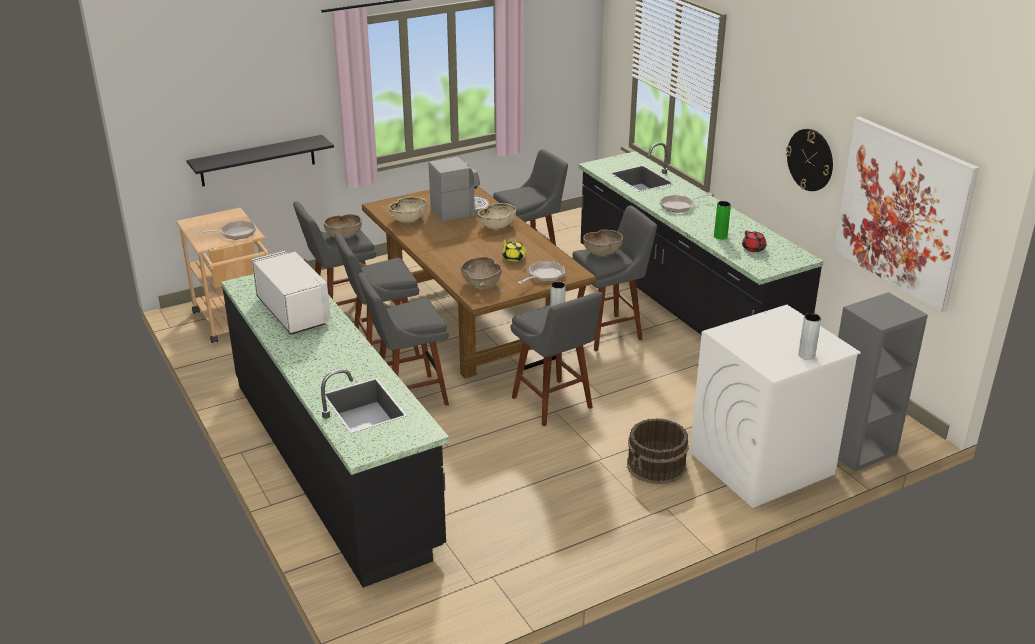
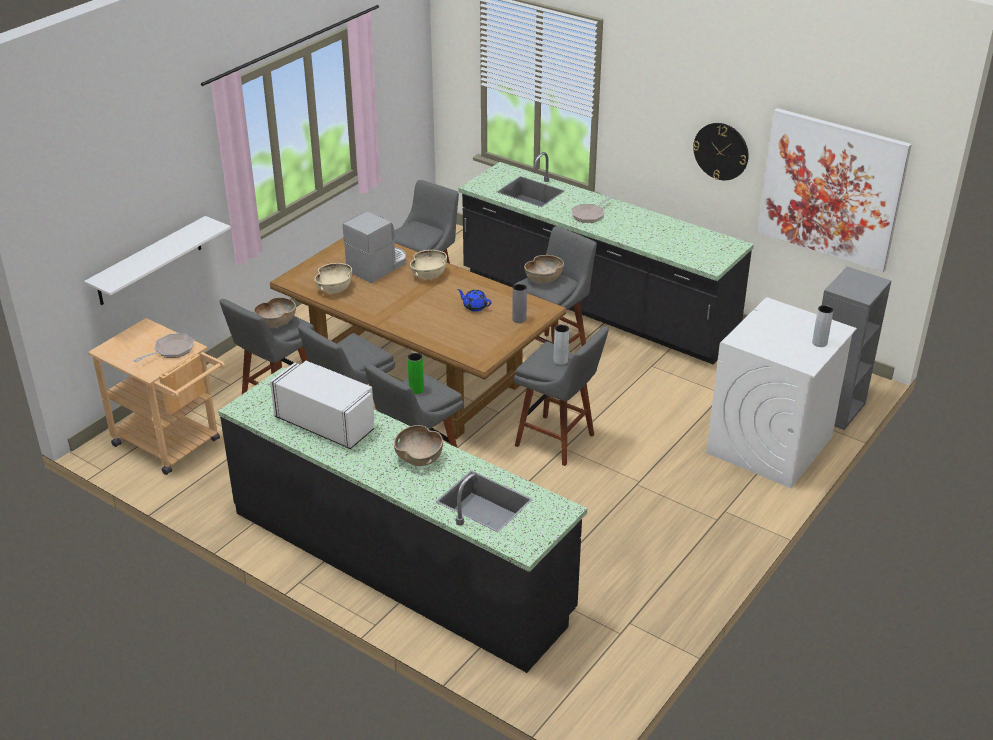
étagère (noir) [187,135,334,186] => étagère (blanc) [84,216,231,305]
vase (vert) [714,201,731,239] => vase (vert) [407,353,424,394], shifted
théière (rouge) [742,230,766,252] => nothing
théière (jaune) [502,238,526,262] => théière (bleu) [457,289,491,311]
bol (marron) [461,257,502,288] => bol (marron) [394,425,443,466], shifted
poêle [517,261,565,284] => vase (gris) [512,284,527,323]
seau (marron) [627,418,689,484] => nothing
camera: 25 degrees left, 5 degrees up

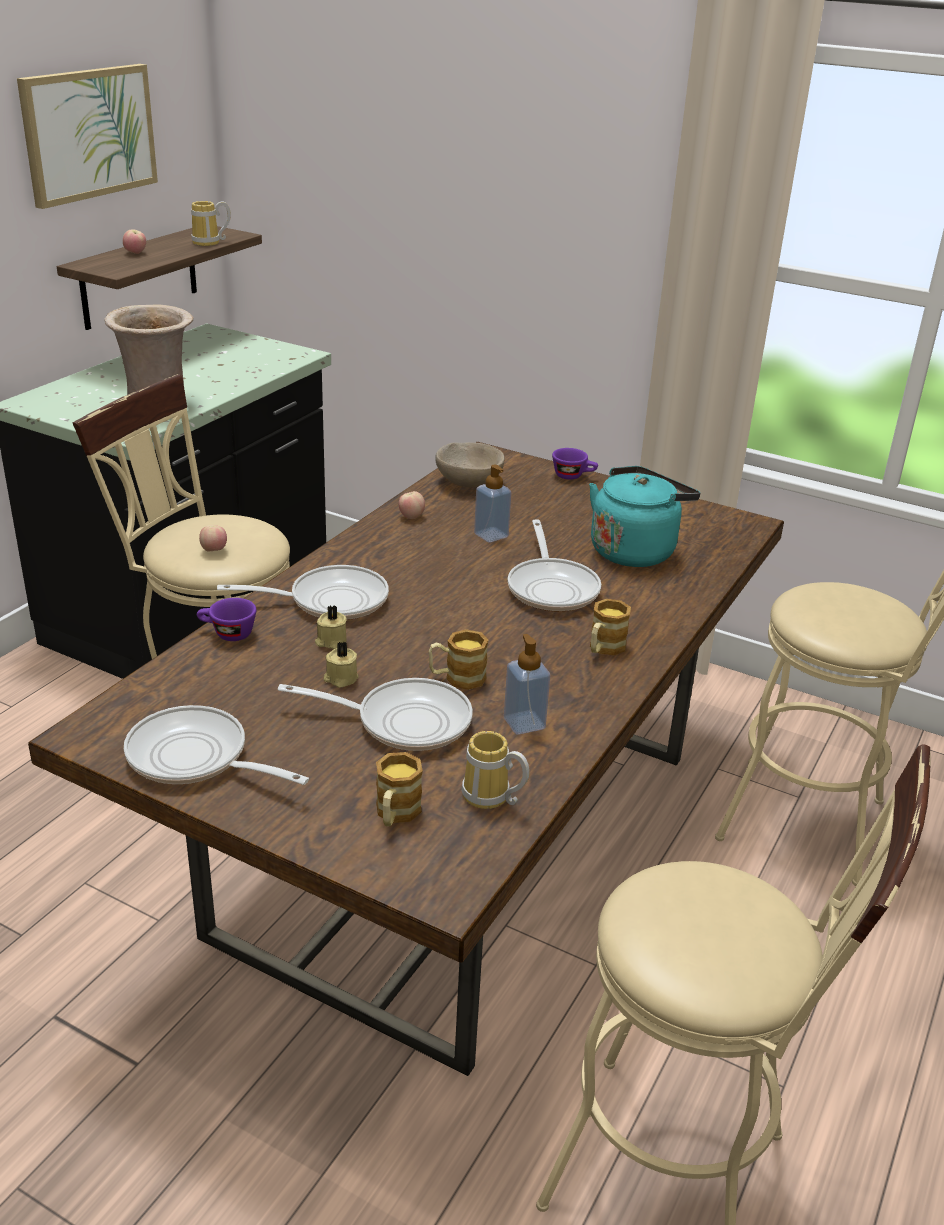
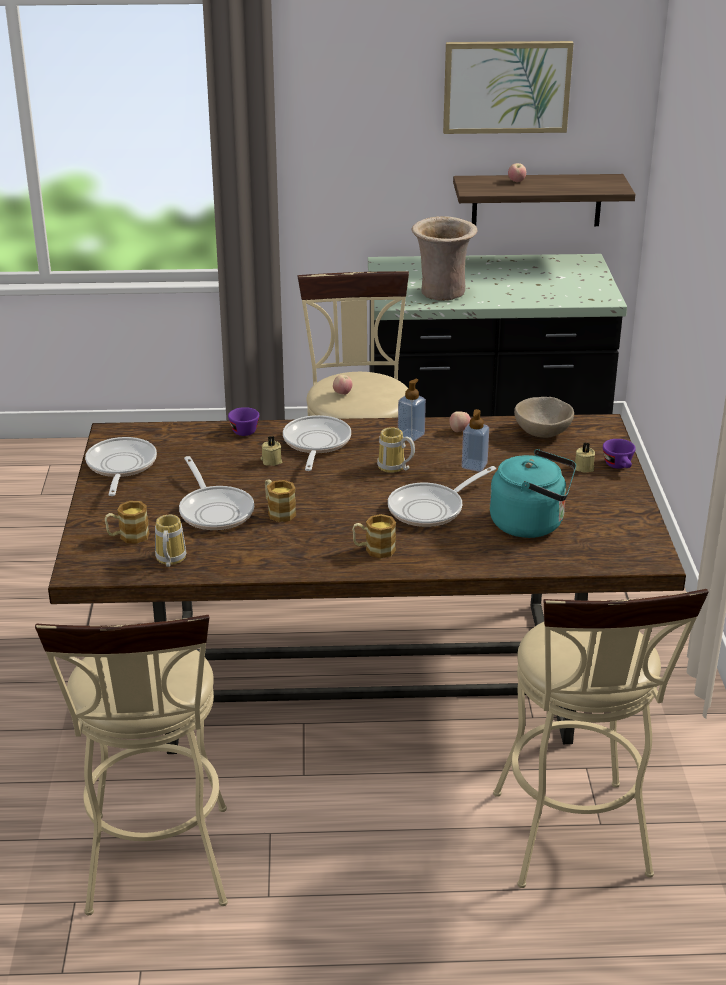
mug [191,201,231,246] => mug [377,427,415,473], shifted
poêle [217,565,389,620] => poêle [283,415,351,471], 135 degrees counterclockwise
distributeur de savon [504,634,550,734] => distributeur de savon [398,379,426,441], shifted
bougie (beige) [324,641,359,688] => bougie (beige) [574,442,595,473], shifted
camera: 60 degrees right, 0 degrees up

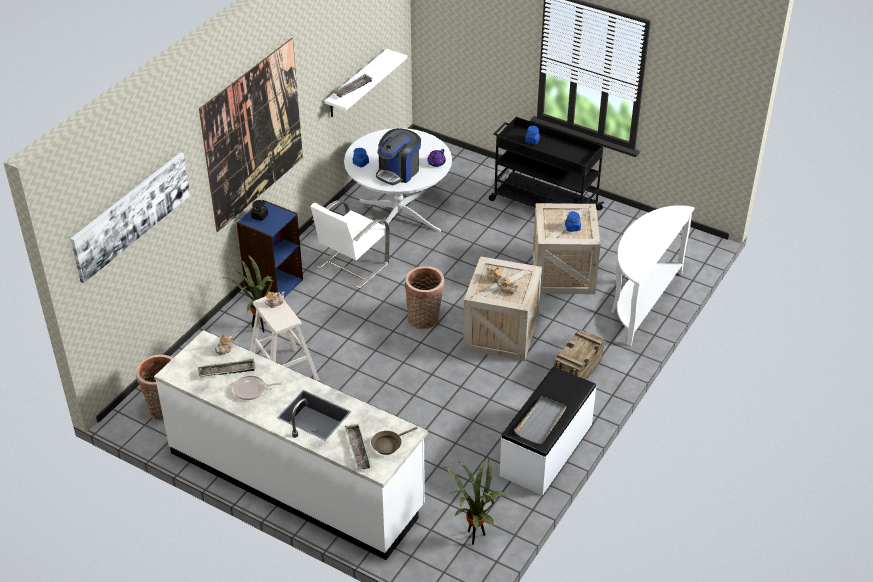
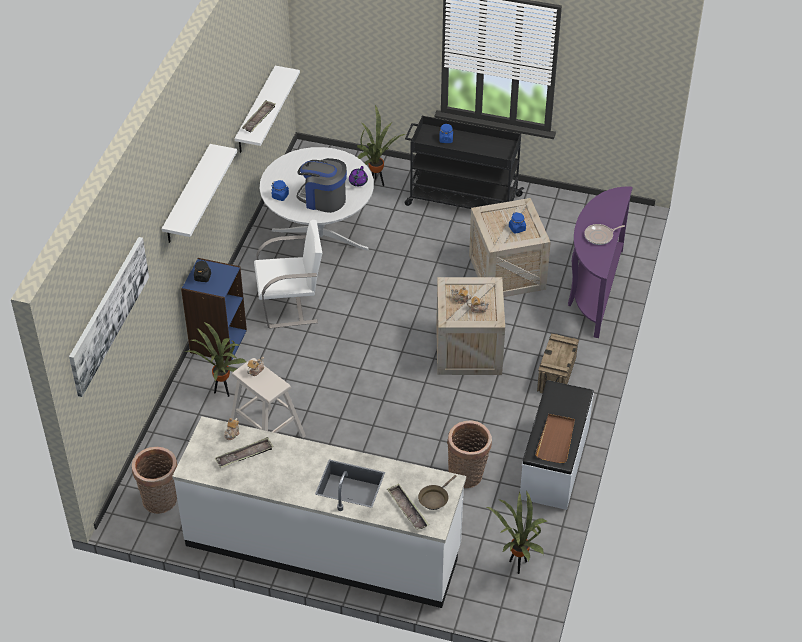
tableau [199,38,303,232] => étagère (blanc) [162,144,237,243]
machine à café [376,128,421,185] => machine à café [297,158,347,213], 90 degrees clockwise
chaise (blanc) [310,200,390,288] => chaise (blanc) [254,220,323,328], 120 degrees counterclockwise
table console (blanc) [611,205,695,346] => table console (violet) [568,187,633,338]
panier [405,266,444,329] => panier [447,420,492,488], shifted
poêle [233,375,282,400] => poêle [584,224,625,245], shifted
plateau (gris) [514,396,566,444] => plateau (marron) [535,414,575,463]
nothing => plante en pot [357,105,405,186]
camera: 15 degrees left, 5 degrees up

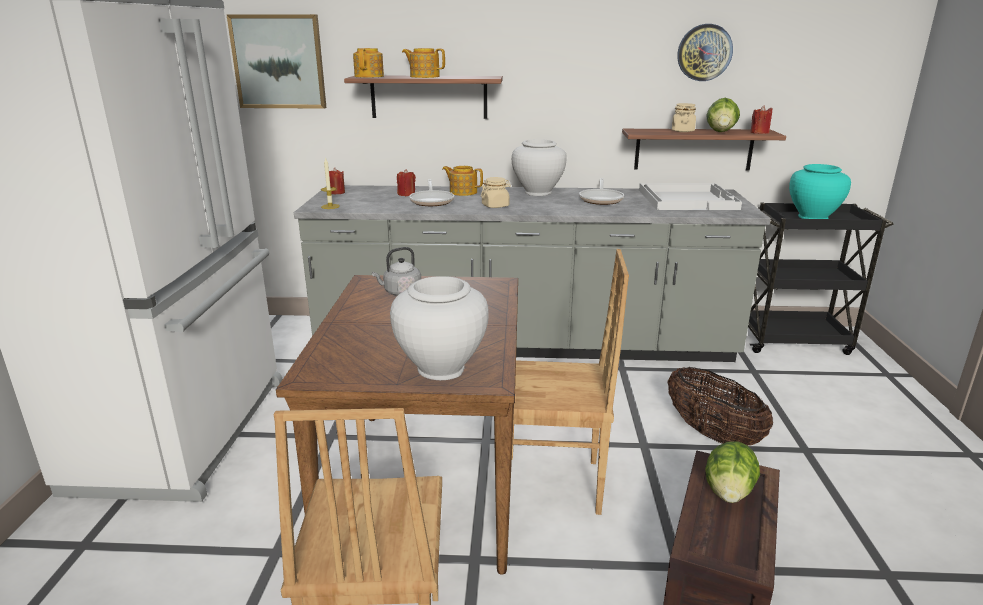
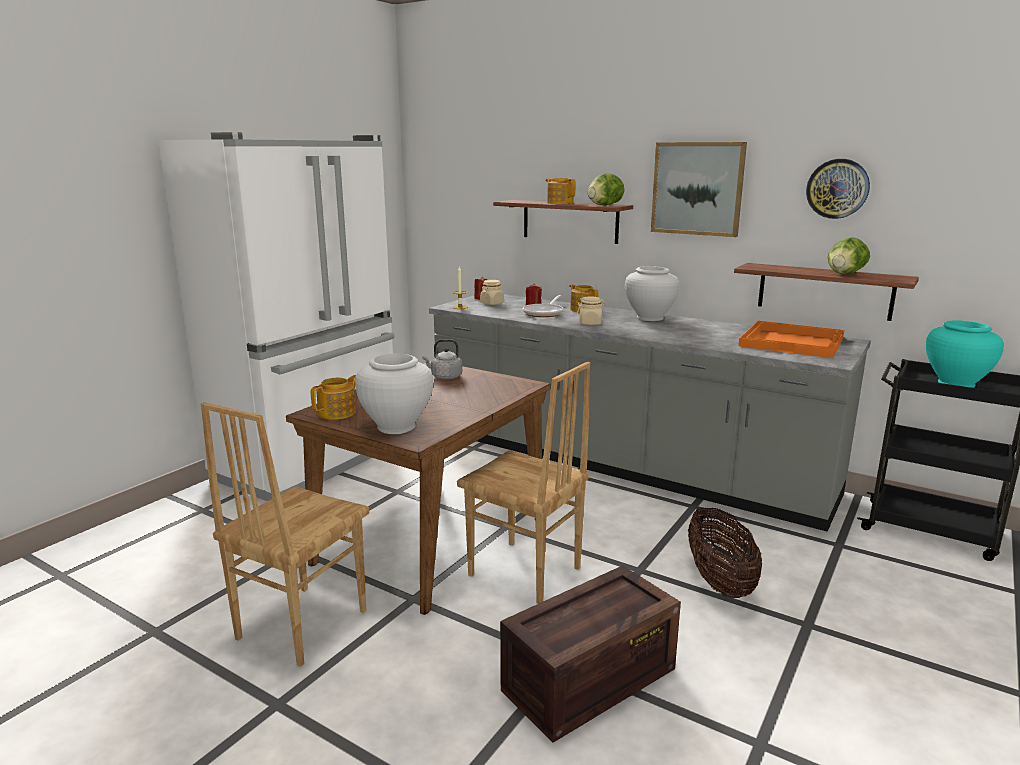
tableau [226,14,327,109] => tableau [651,142,747,237], shifted
théière [353,48,384,78] => théière [311,375,356,420], shifted
bocal (beige) [672,103,696,132] => bocal (beige) [480,280,504,305], shifted
bougie (rouge) [750,105,772,134] => nothing
poêle [579,178,624,205] => nothing
plateau (blanc) [639,183,742,210] => plateau (orange) [738,321,844,358]
laitue [705,441,760,503] => laitue [588,173,624,205], shifted
camera: 30 degrees right, 5 degrees down

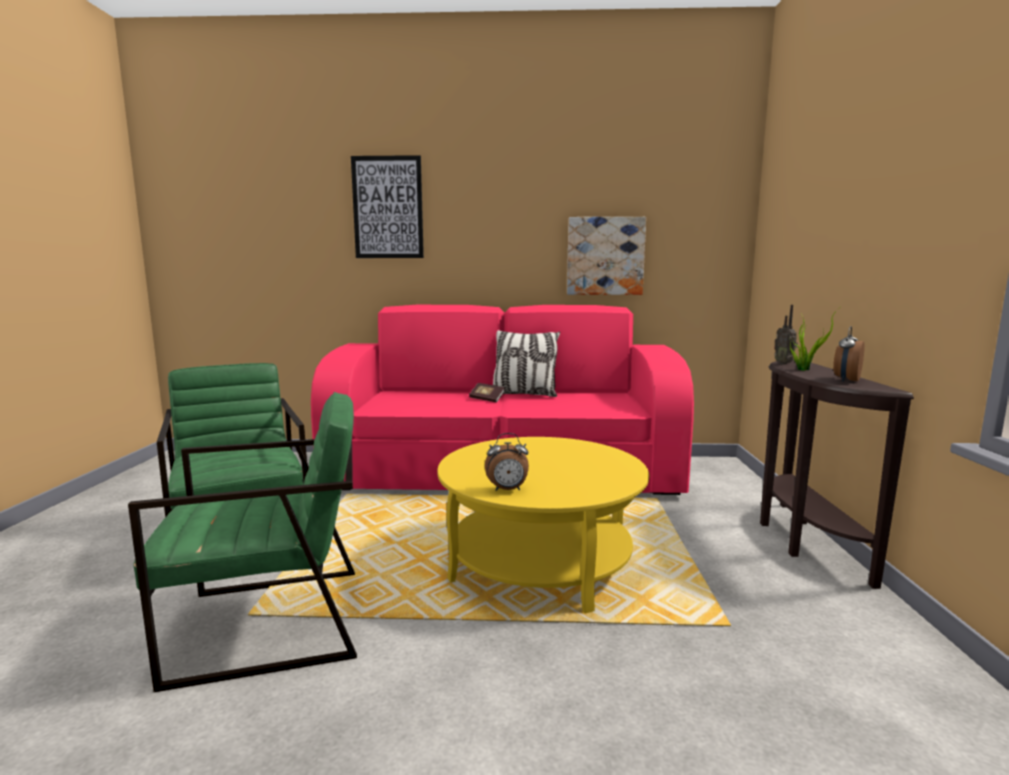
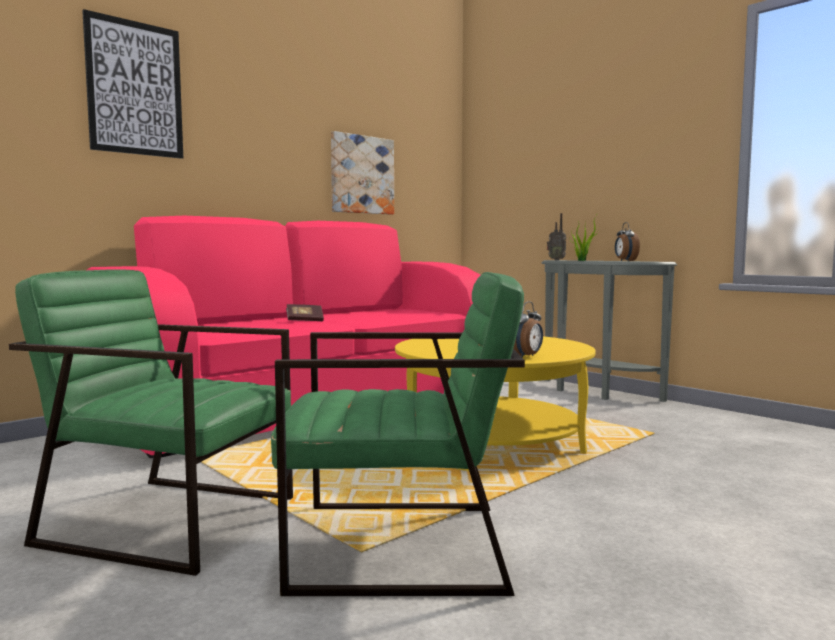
coussin [493,330,560,397] => nothing
table console (marron) [760,360,914,589] => table console (gris) [542,260,677,402]
fauteuil (vert) [128,392,357,692] => fauteuil (vert) [271,272,525,596], 60 degrees clockwise
camera: 45 degrees left, 5 degrees down

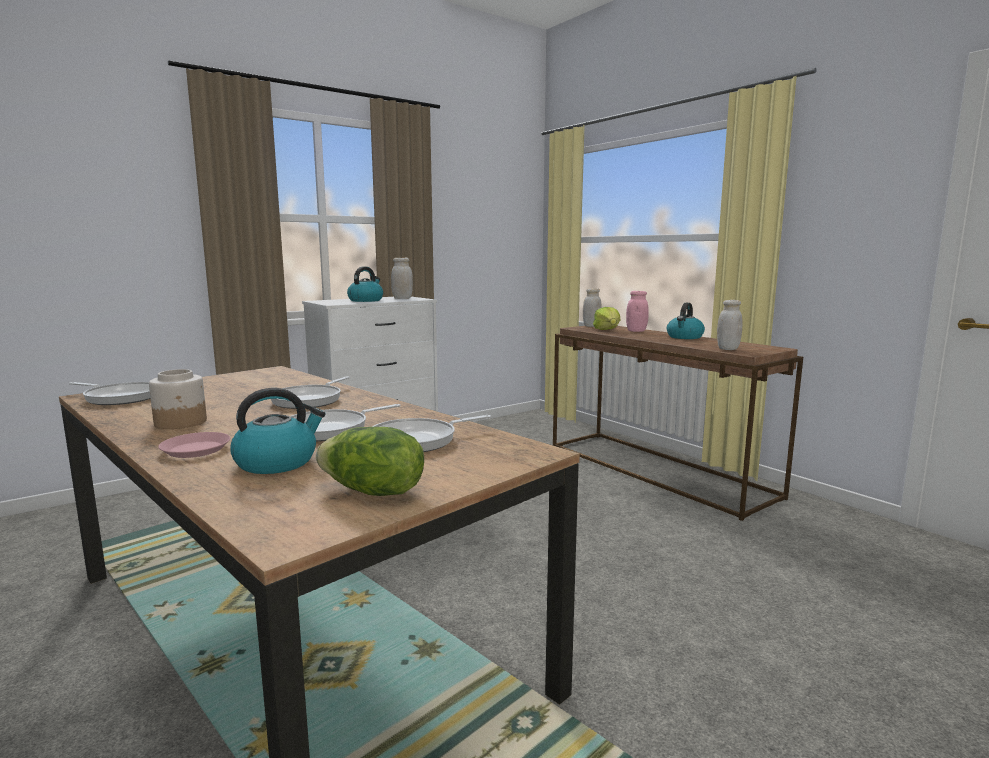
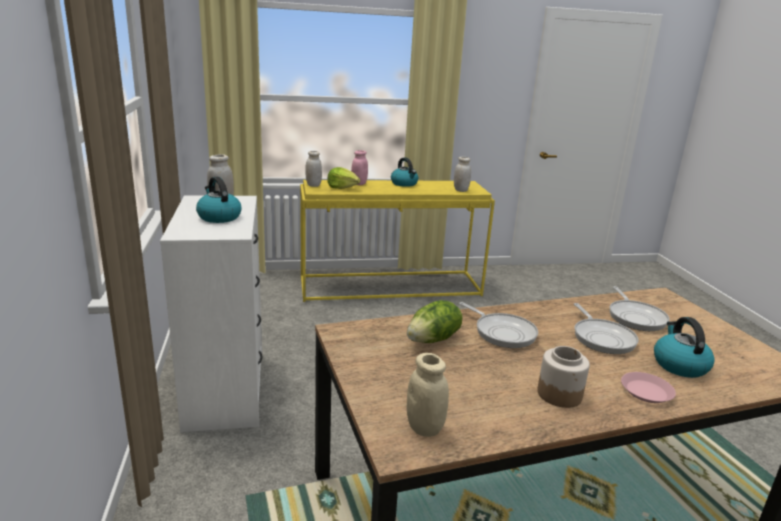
table console (marron) [553,326,803,521] => table console (jaune) [300,180,495,302]
poêle [69,382,151,405] => bocal (beige) [407,353,449,437]
laitue [316,427,424,496] => laitue [407,300,463,343], shifted
camera: 65 degrees left, 10 degrees up

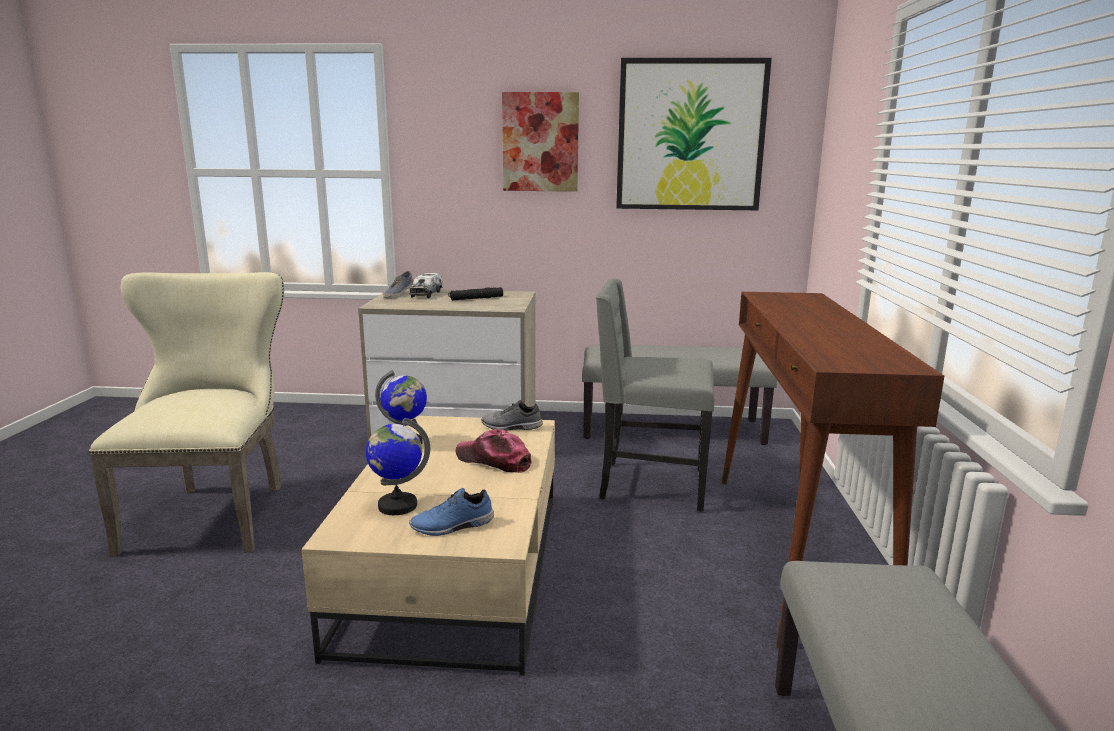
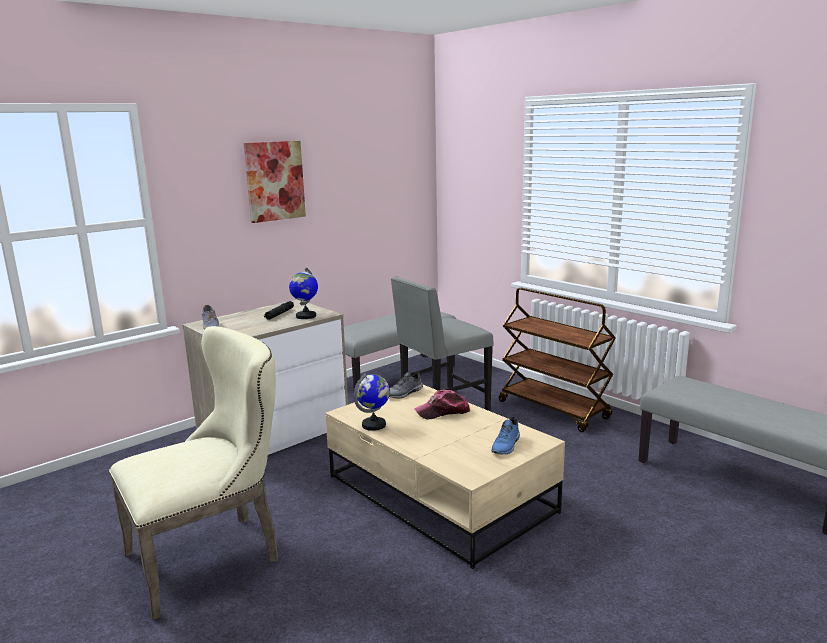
tableau [616,58,772,210] => nothing
chaise (beige) [89,272,284,557] => chaise (beige) [109,326,278,620], 105 degrees clockwise
camion jouet [409,273,443,298] => nothing
table console (marron) [722,292,944,649] => chariot (marron) [499,288,616,432]
globe [366,418,430,515] => globe [289,267,318,319], shifted
camera: 45 degrees left, 0 degrees up

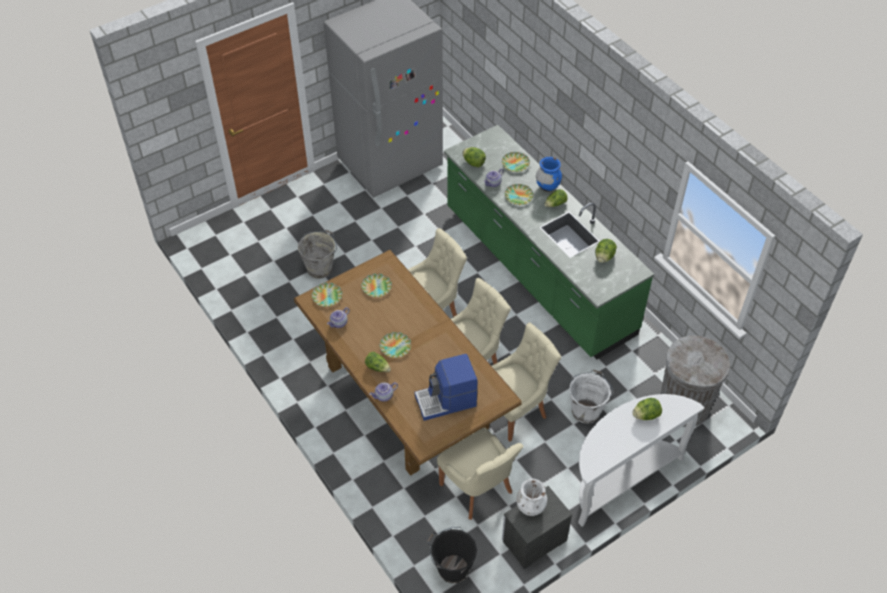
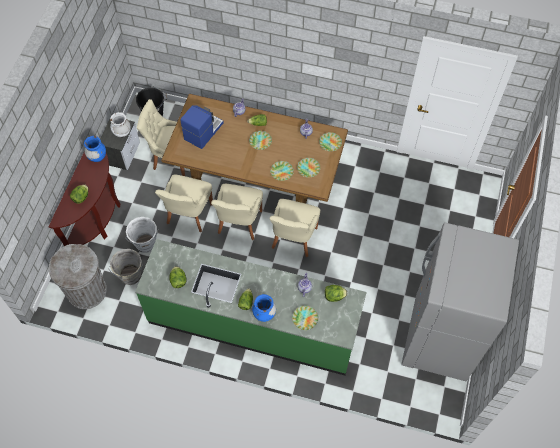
assiette [505,184,534,205] => assiette [270,161,294,181], shifted
seau (gris) [298,230,337,279] => seau (gris) [109,249,143,285], shifted
table console (blanc) [578,394,704,527] => table console (marron) [48,153,120,246]
nothing => vase (bleu) [84,136,106,162]
camera: 140 degrees right, 10 degrees up

